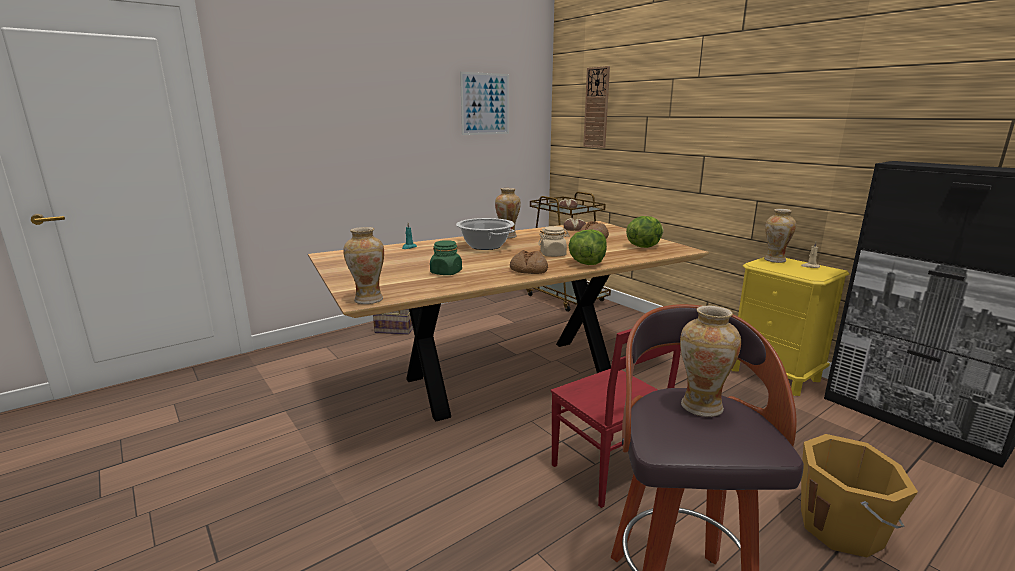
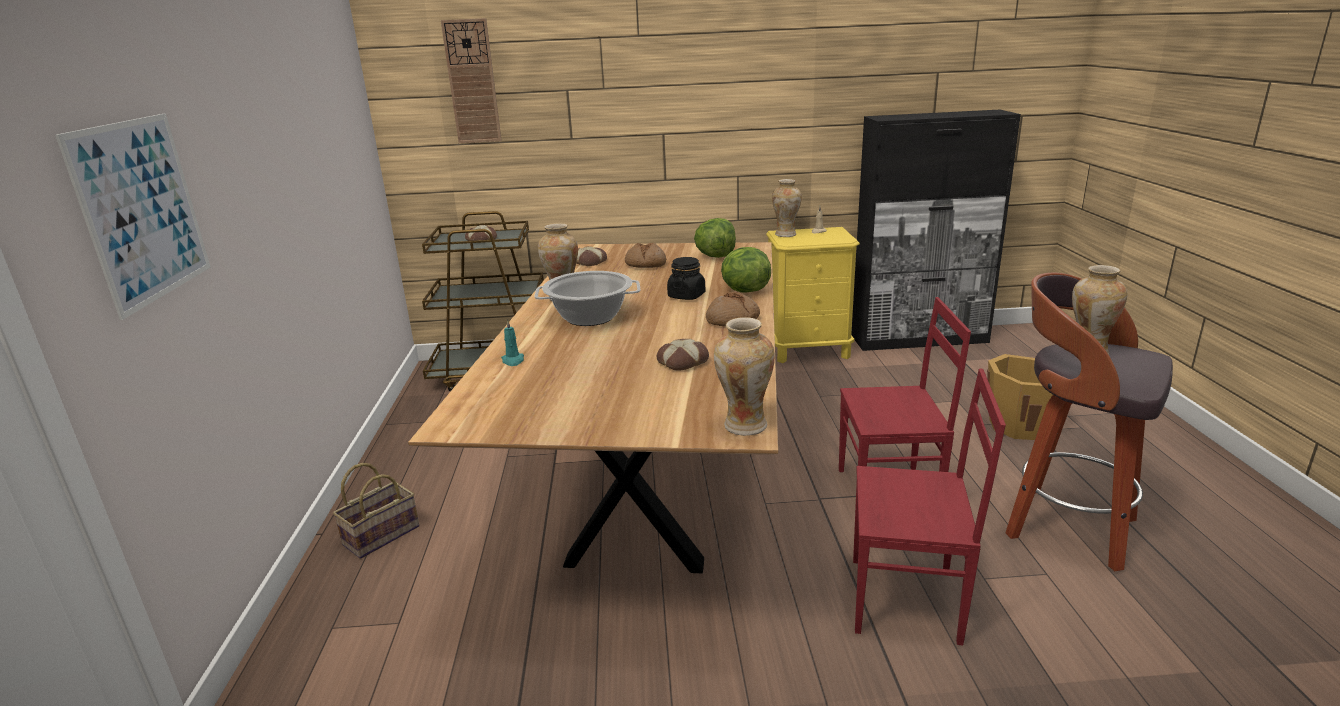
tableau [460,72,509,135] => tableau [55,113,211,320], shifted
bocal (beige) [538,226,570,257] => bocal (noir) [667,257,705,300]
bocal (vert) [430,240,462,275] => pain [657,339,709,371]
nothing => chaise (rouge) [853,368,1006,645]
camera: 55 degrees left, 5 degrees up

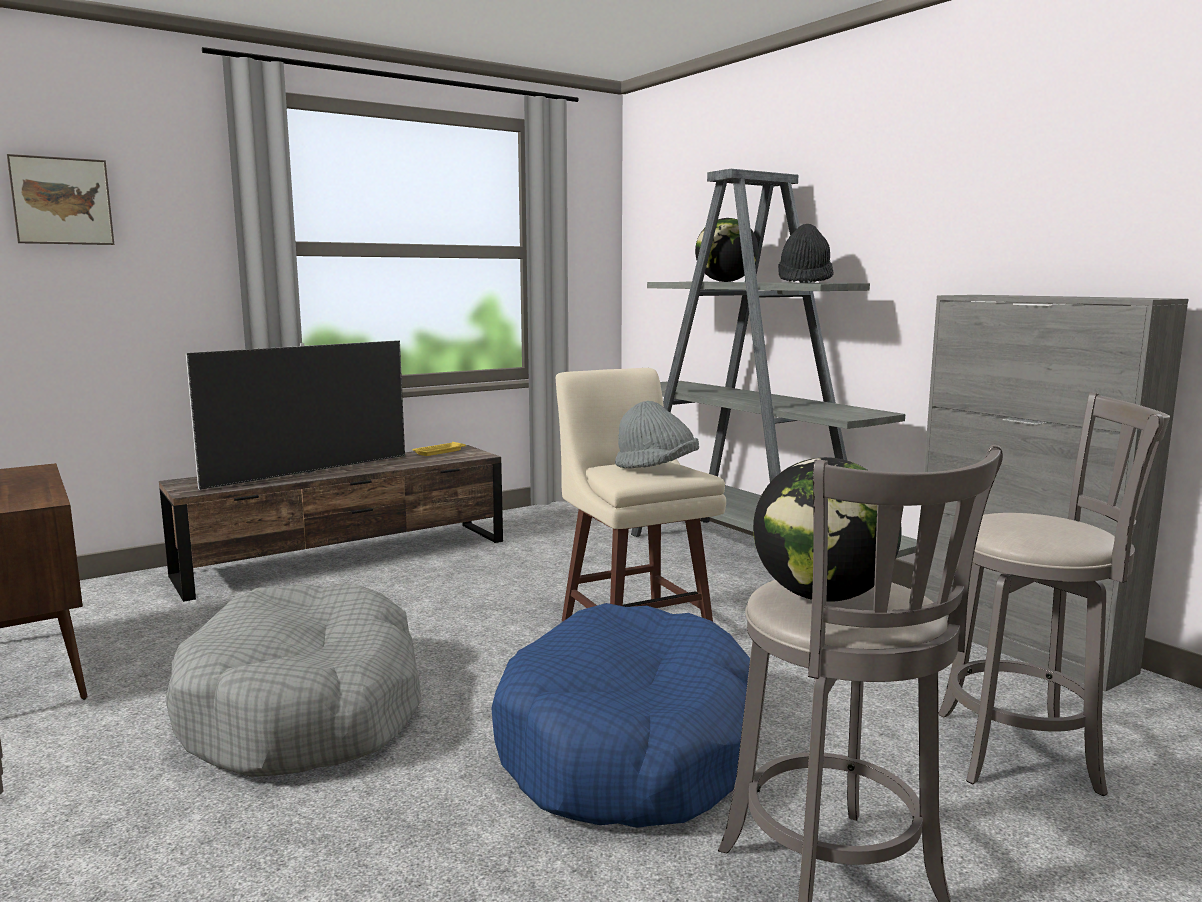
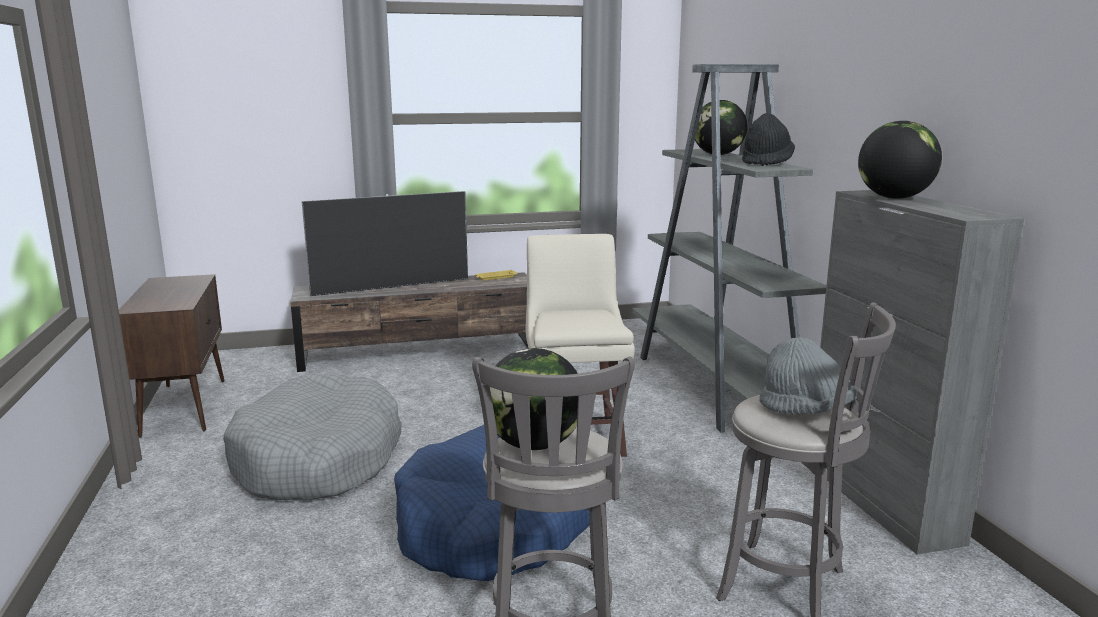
tableau [7,154,114,245] => nothing
chapeau (gris) [615,401,699,469] => chapeau (gris) [759,337,857,415], shifted
nothing => globe [858,121,942,199]
camera: 20 degrees right, 5 degrees up

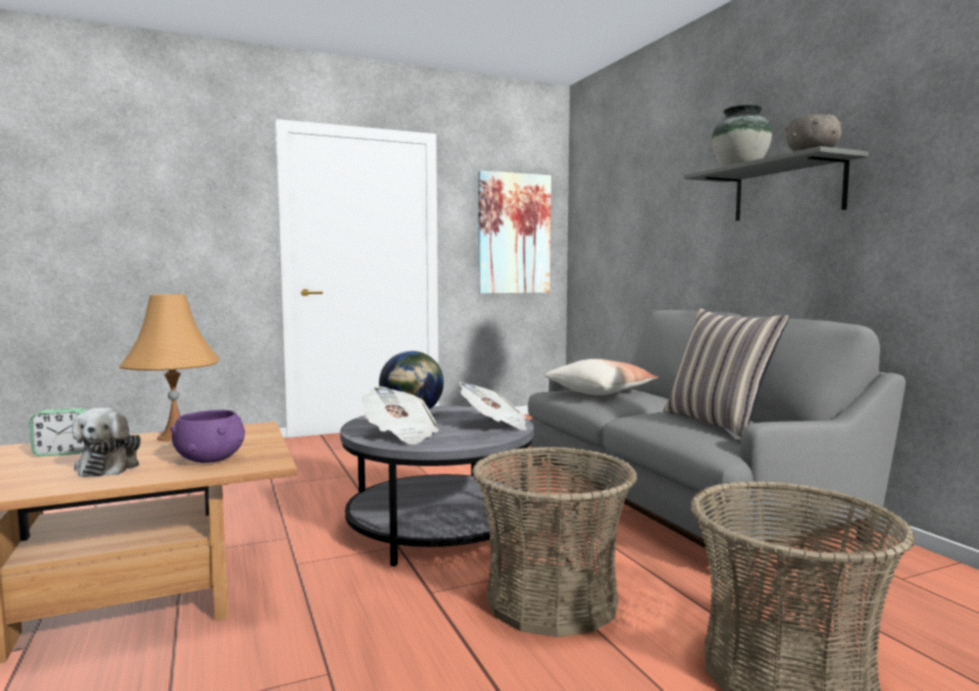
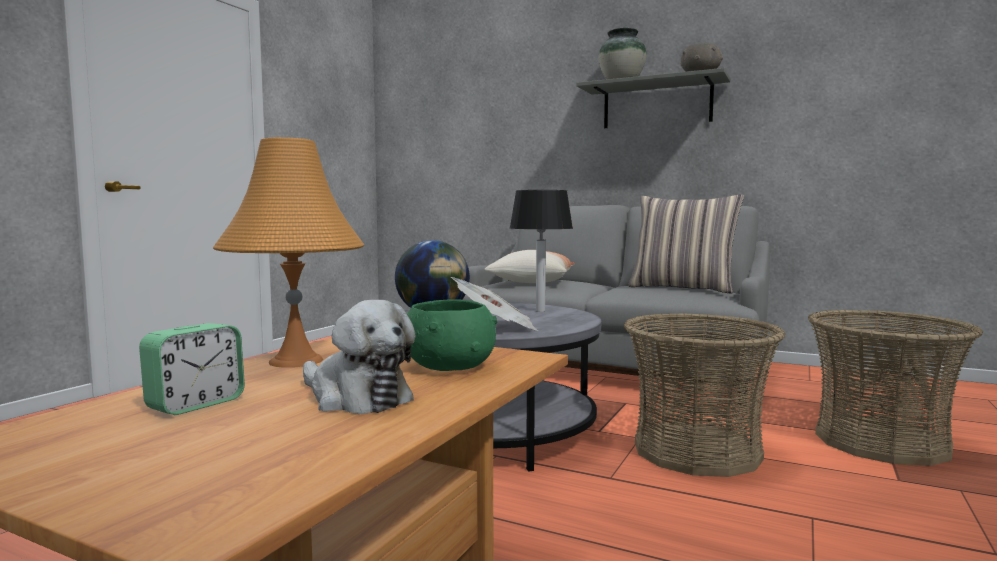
tableau [478,170,551,294] => nothing
journal [459,382,527,430] => lampe de table [510,190,573,312]
bol (violet) [170,410,245,463] => bol (vert) [406,299,497,371]
camera: 40 degrees left, 0 degrees up

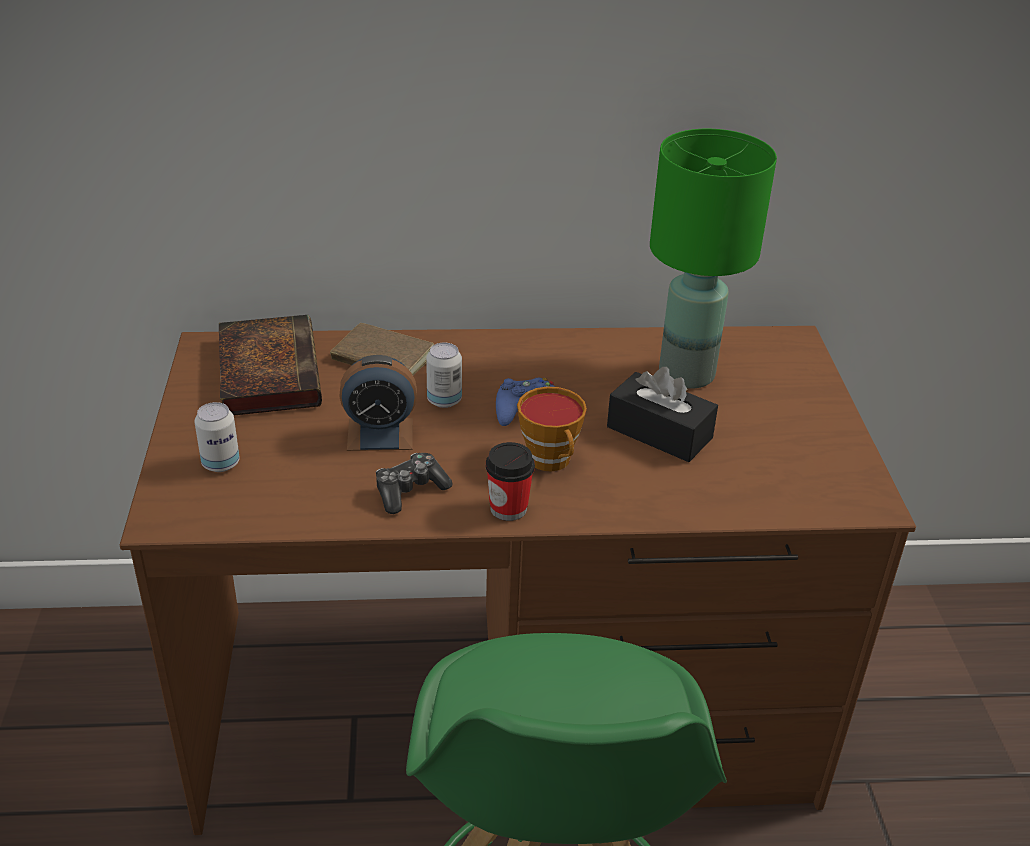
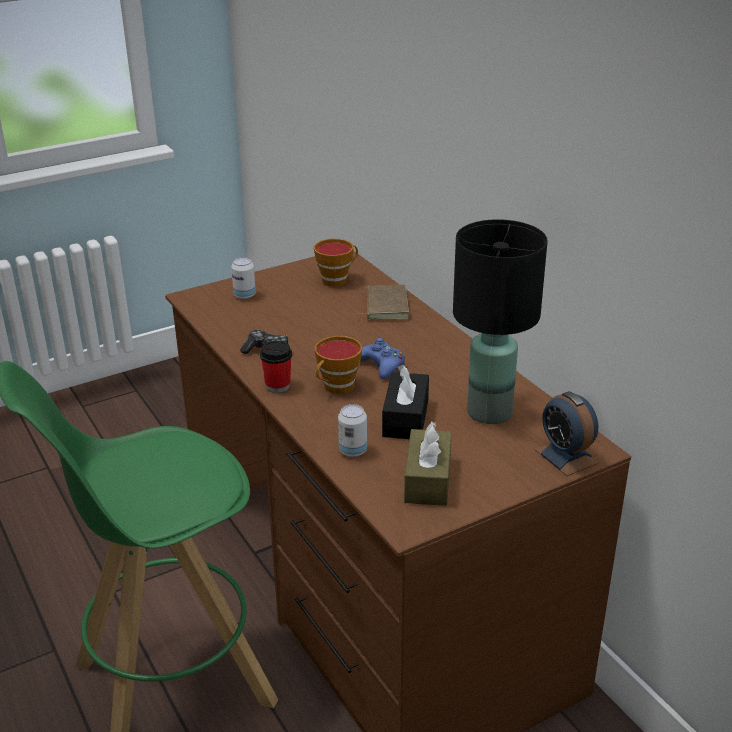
lampe de table (vert) [650,129,777,389] => lampe de table (noir) [453,219,548,424]
livre [219,315,322,416] => tasse [314,239,358,287]
boîte métallique [426,343,462,408] => boîte métallique [338,404,367,457], shifted
réveil [339,355,417,451] => réveil [534,391,599,476], shifted
nothing => boîte à mouchoirs (marron) [404,422,452,506]
camera: 65 degrees right, 5 degrees down

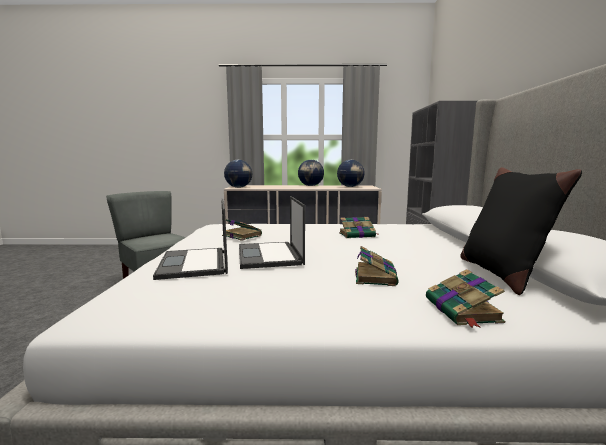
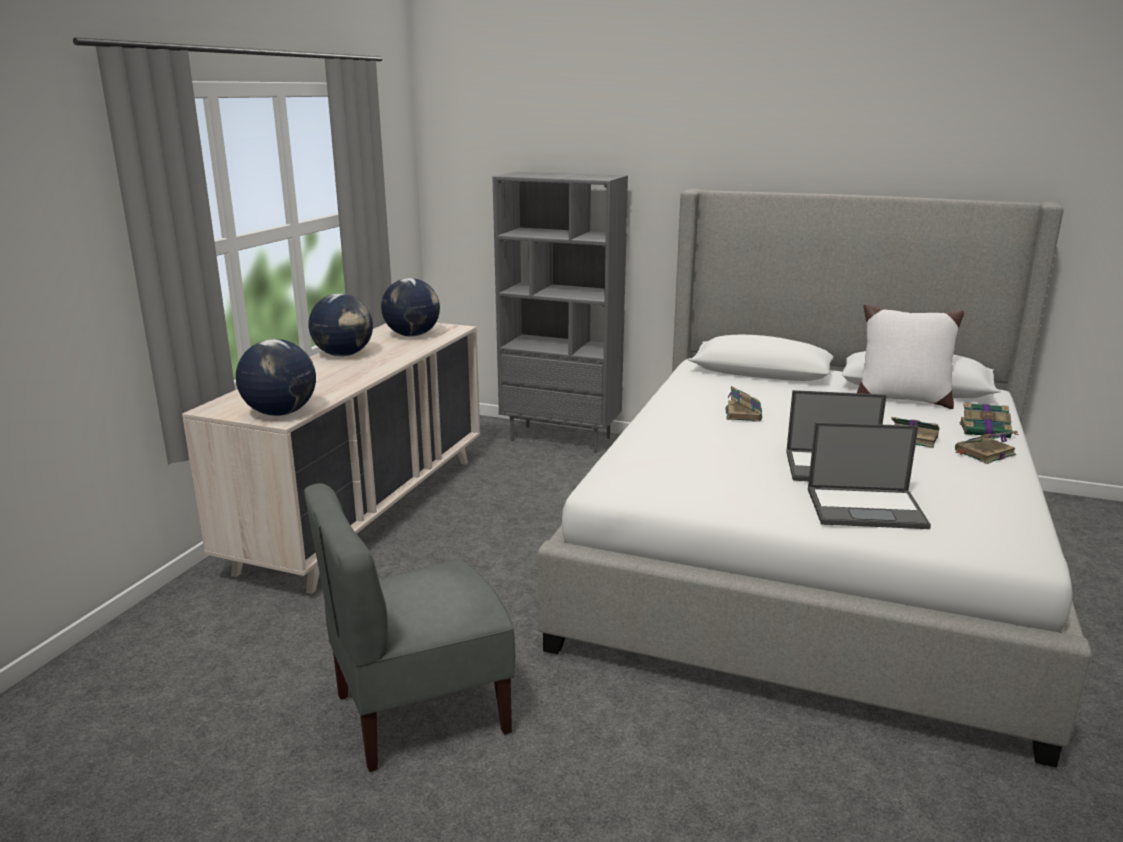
coussin (noir) [460,167,582,295] => coussin (blanc) [857,304,964,409]
livre [222,219,262,241] => livre [955,431,1017,464], shifted
camera: 70 degrees left, 10 degrees up

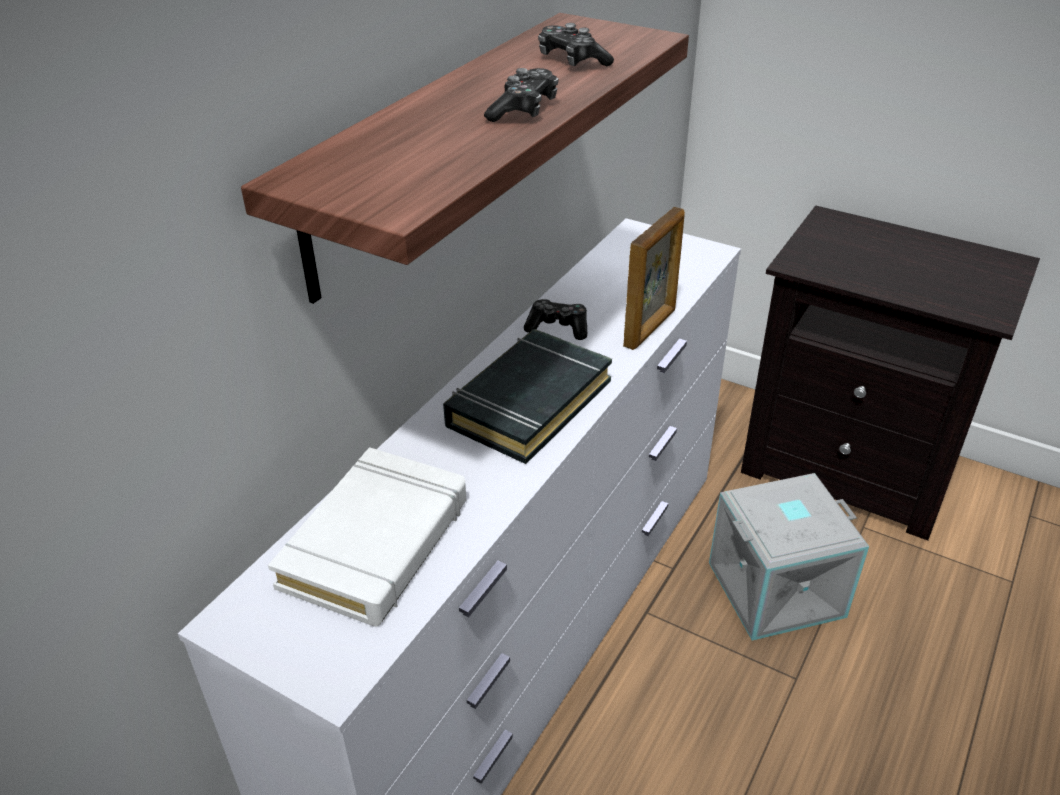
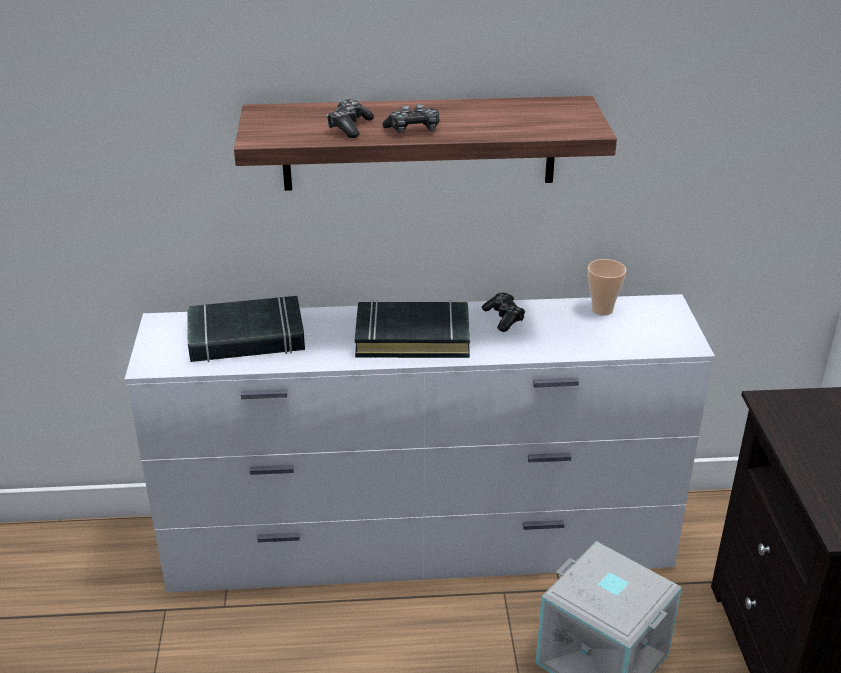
manette [538,23,614,67] => manette [326,99,374,138], shifted
cadre photo [623,207,685,350] => nothing
livre (blanc) [268,447,466,627] => livre (noir) [187,296,305,362]
nothing => tasse [588,259,626,315]
camera: 55 degrees right, 5 degrees down

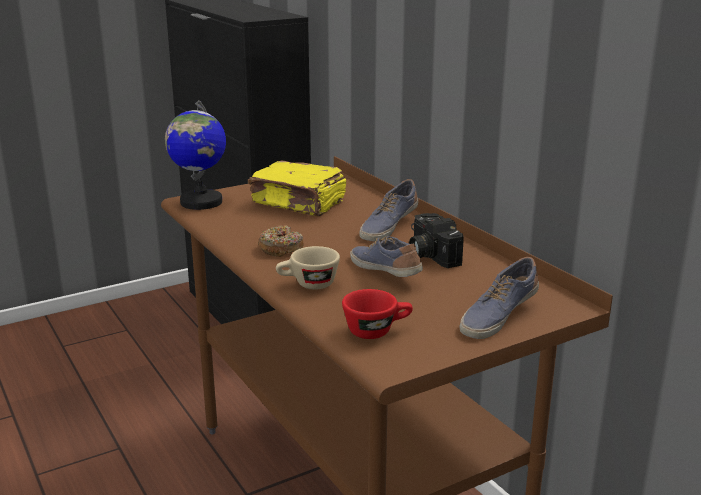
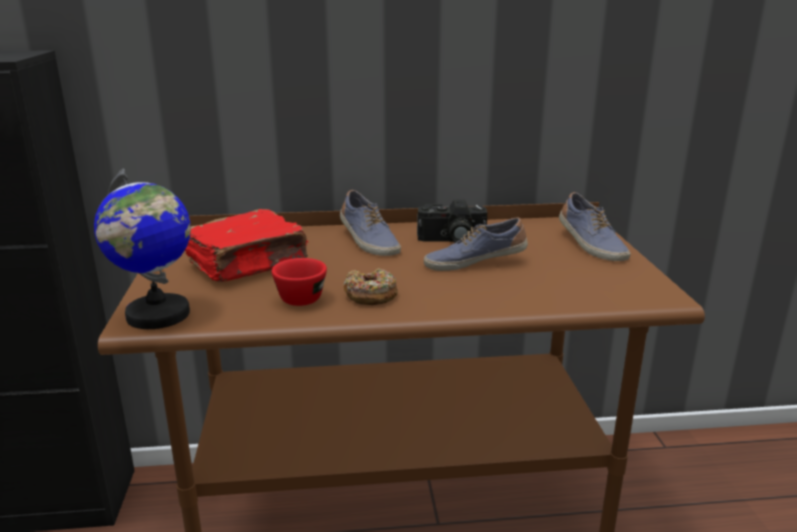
livre (jaune) [248,161,346,216] => livre (rouge) [185,209,308,282]
tasse (beige) [276,246,340,289] => nothing
tasse (rouge) [342,289,413,339] => tasse (rouge) [272,258,327,306], shifted
camera: 65 degrees left, 0 degrees up

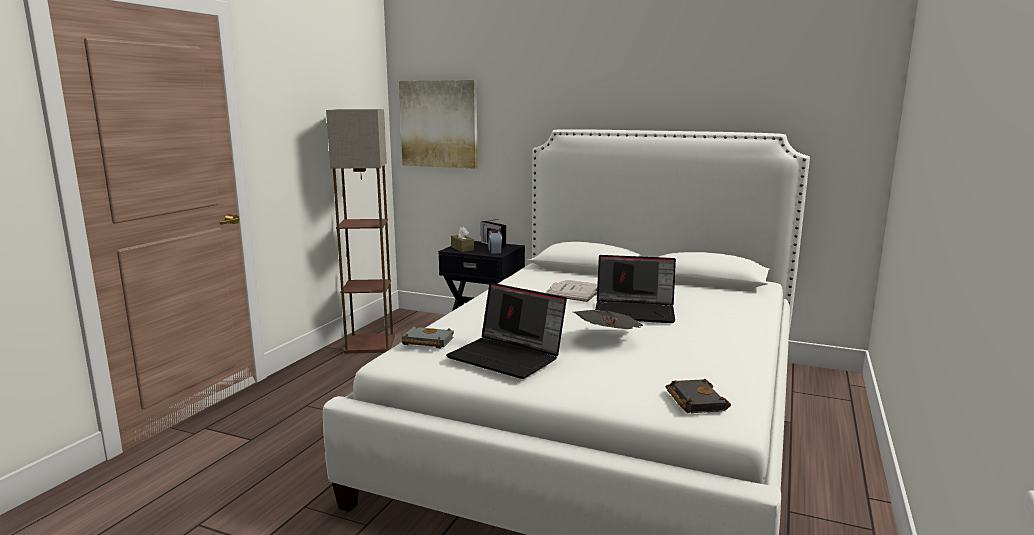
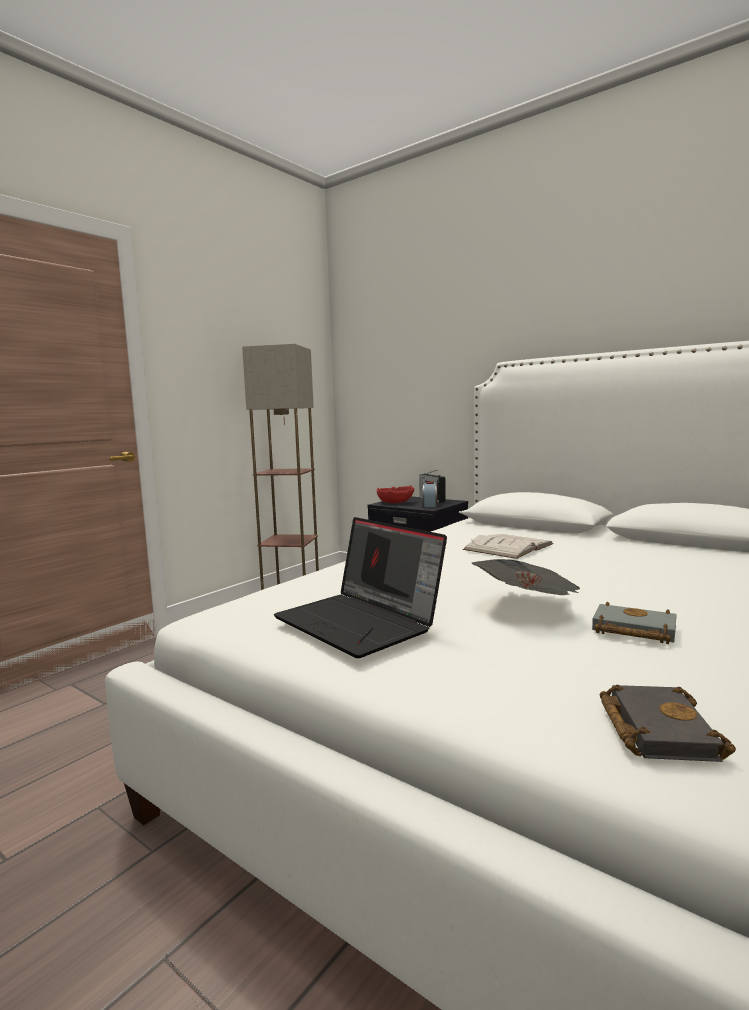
tableau [399,80,478,169] => nothing
boîte à mouchoirs (marron) [451,227,474,252] => bol (rouge) [377,485,414,504]
ordinateur portable [595,255,676,323] => nothing
livre (gris) [402,325,454,349] => livre (gris) [592,602,677,644], shifted
camera: 15 degrees right, 5 degrees down

